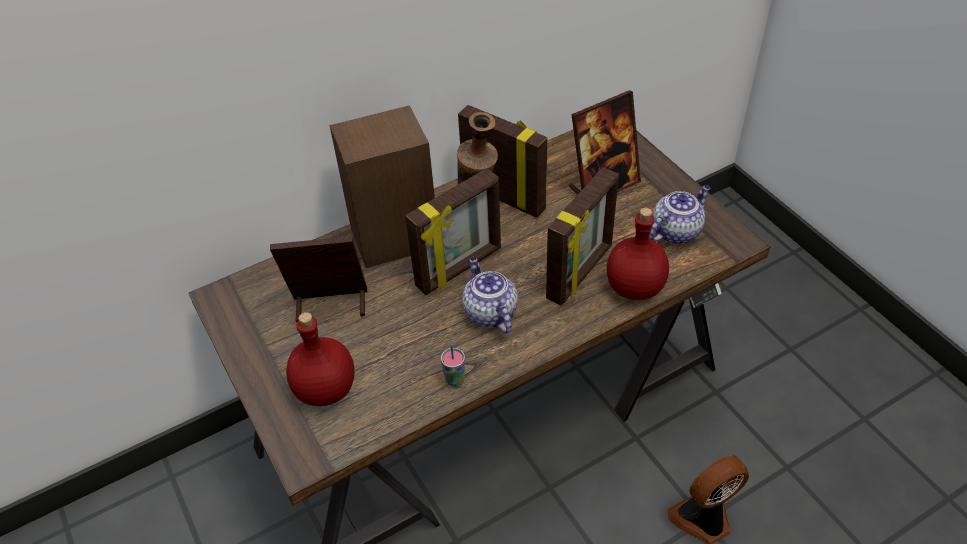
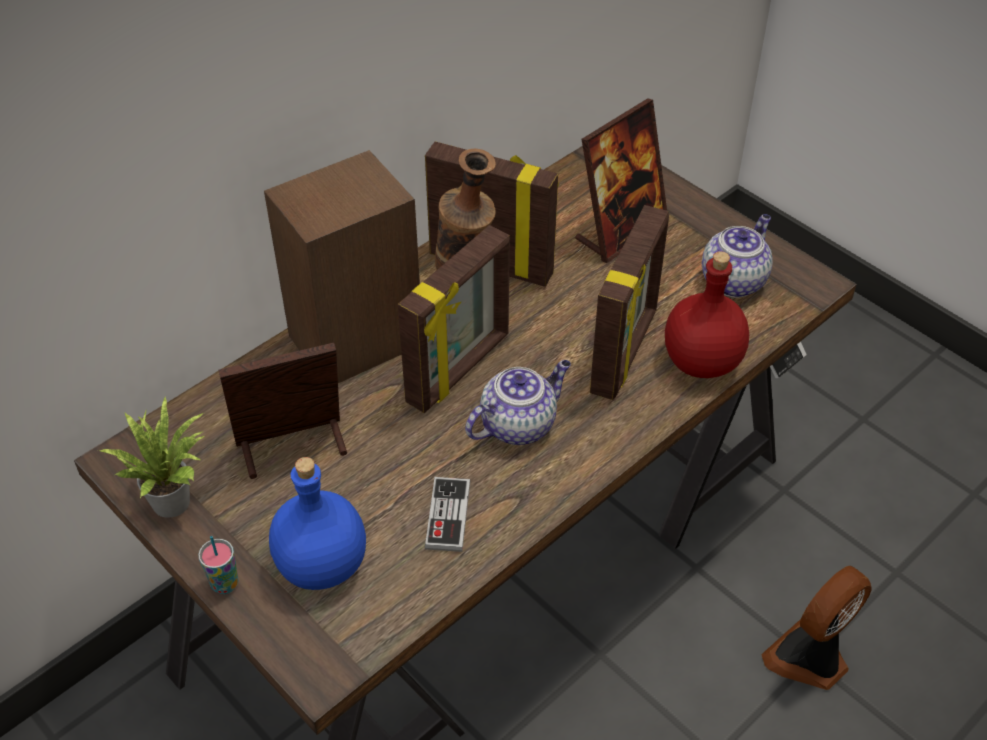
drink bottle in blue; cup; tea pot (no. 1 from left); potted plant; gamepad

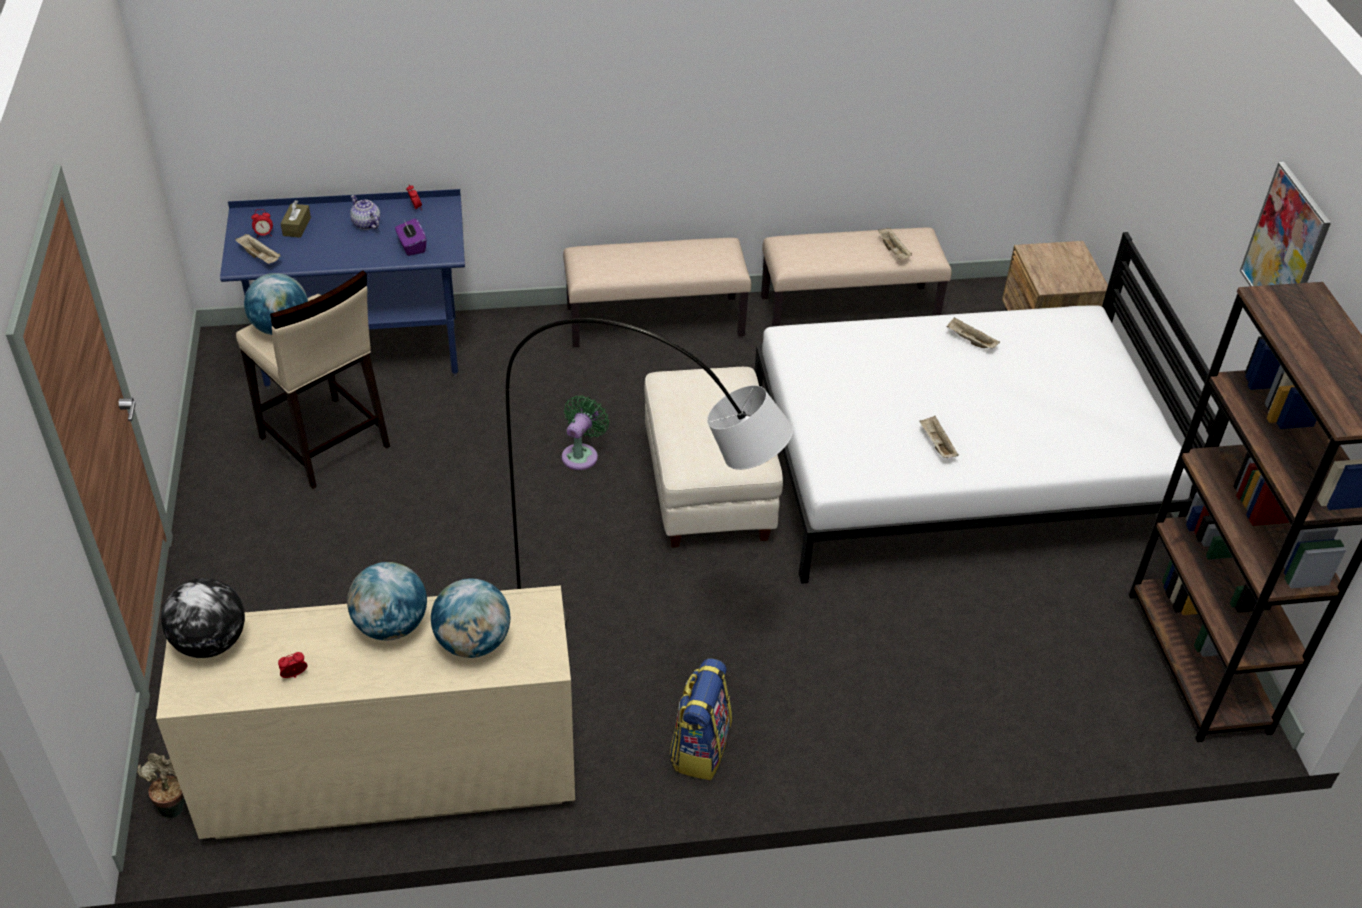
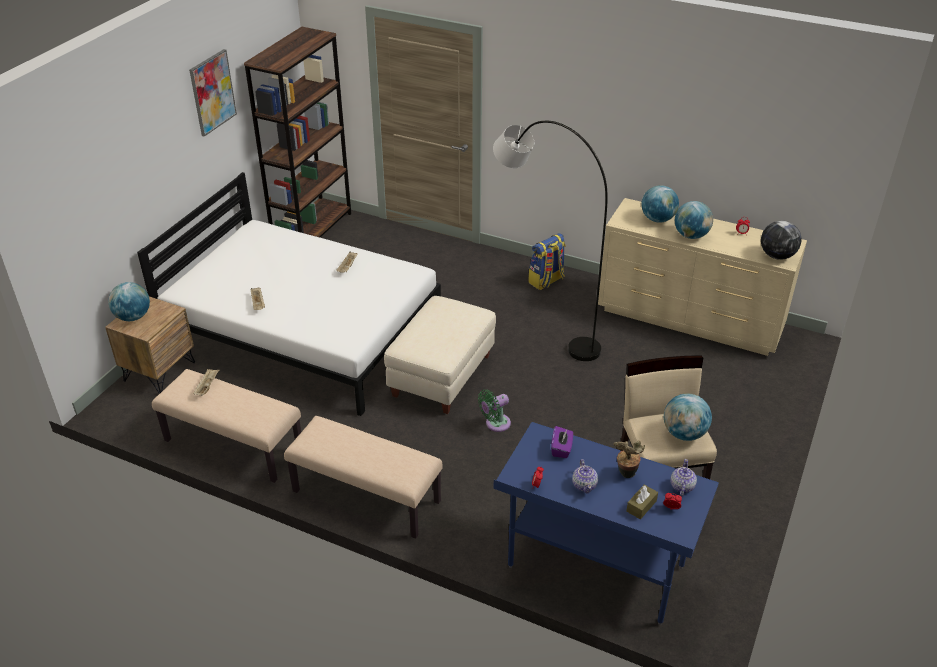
potted plant; tea pot (no. 2 from left); world globe (no. 1 from left)

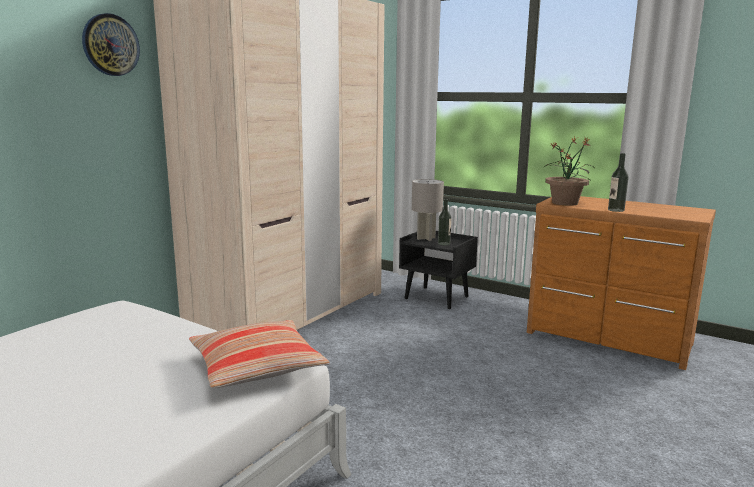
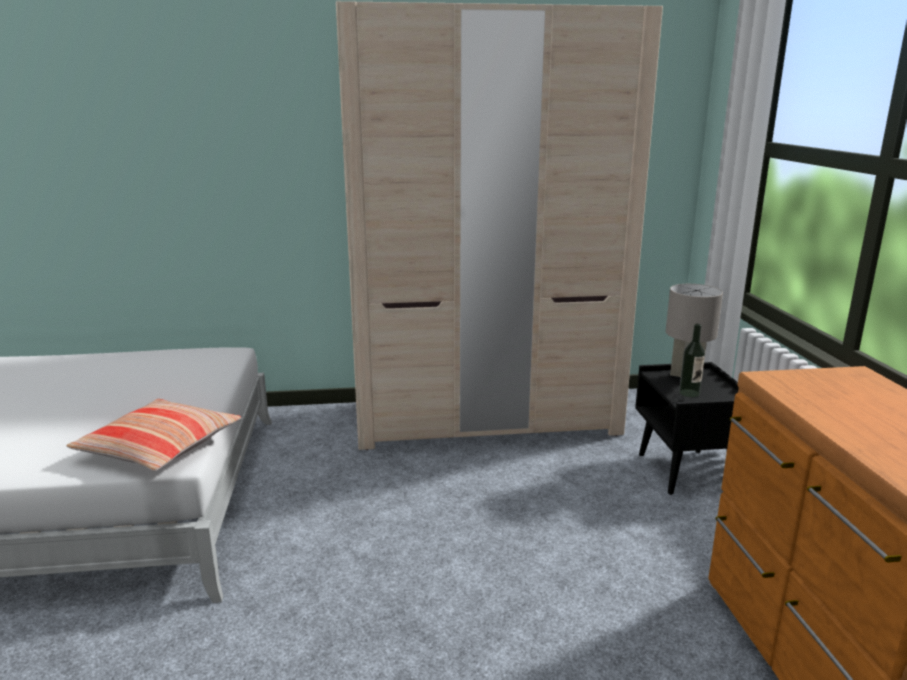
hanging clock; potted plant; drink bottle (no. 2 from left in the first image)

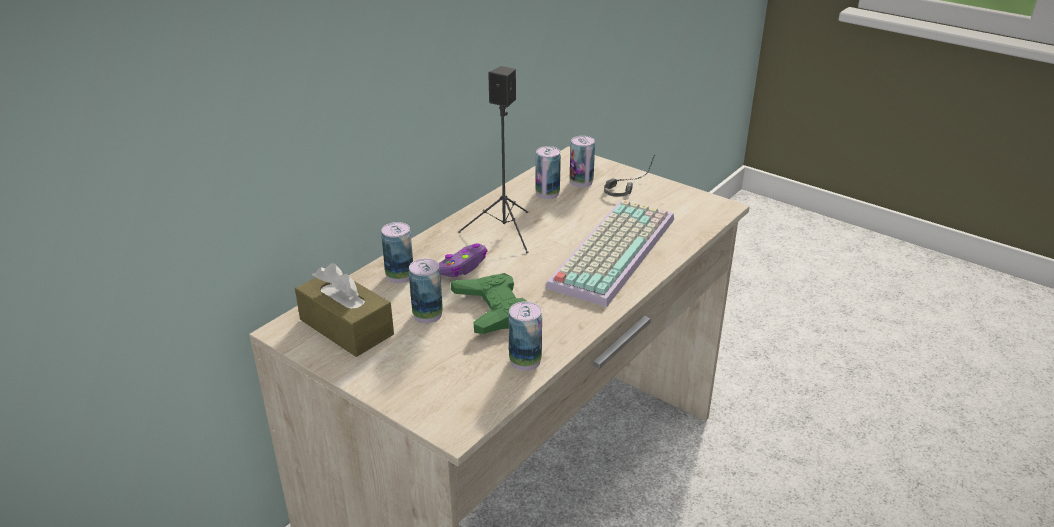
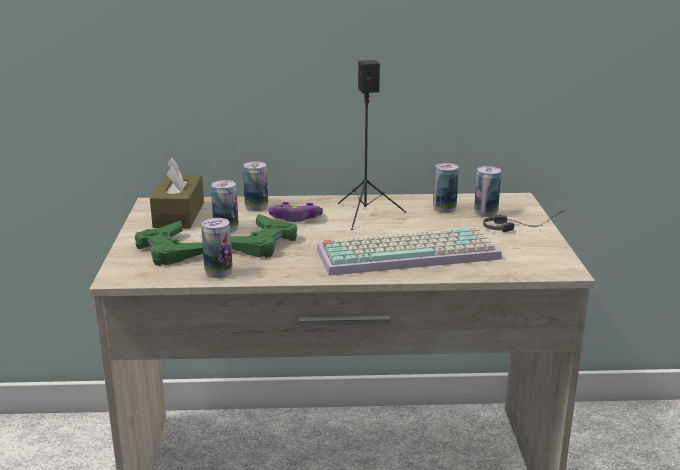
gamepad in green (no. 1 from left)

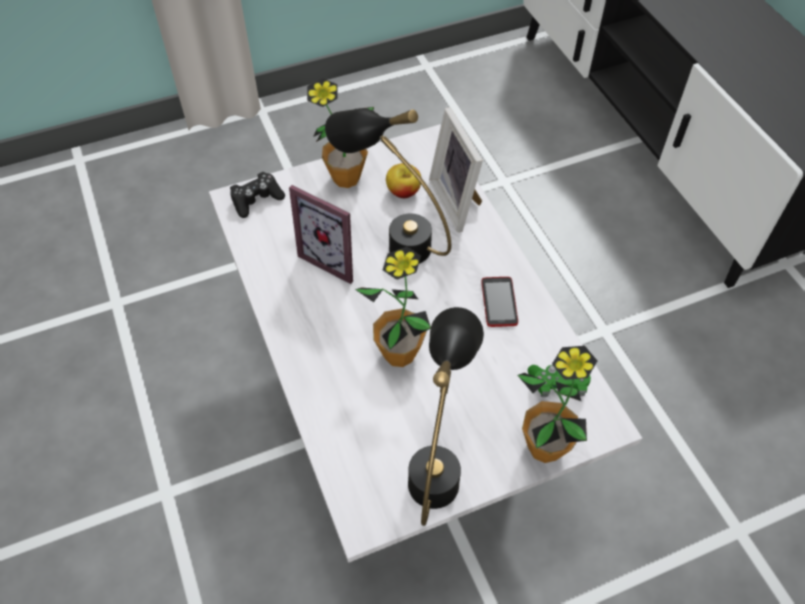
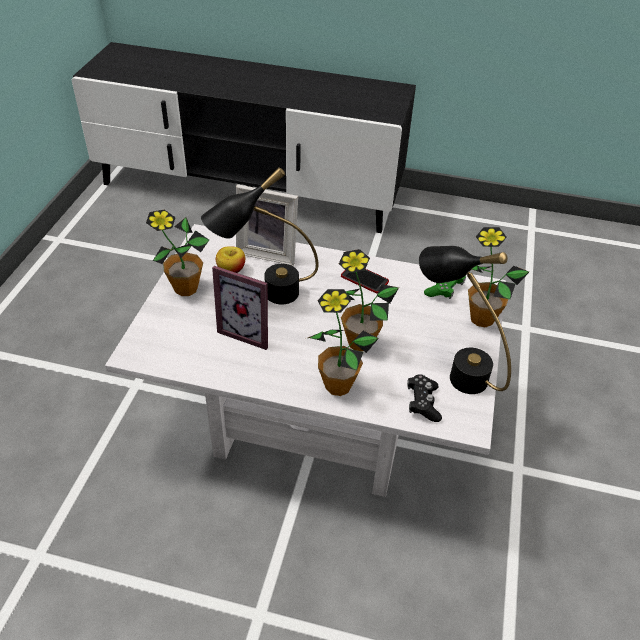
gamepad in black; standing frame (no. 1 from left); potted plant (no. 2 from left)

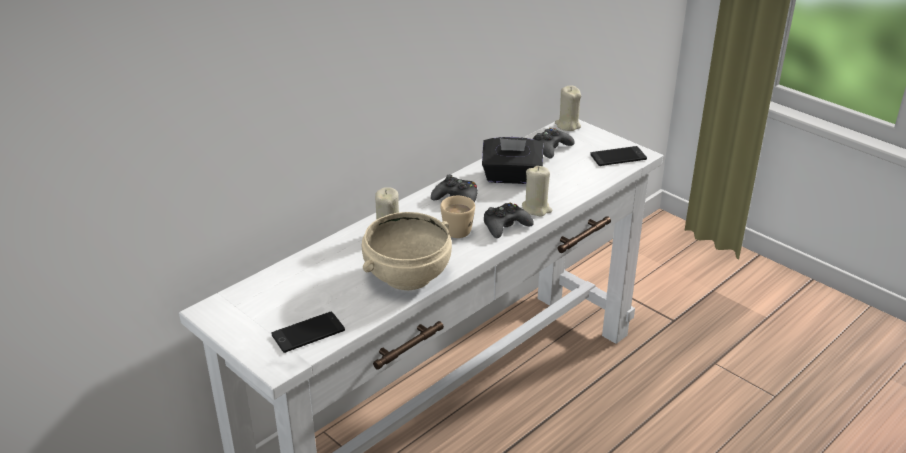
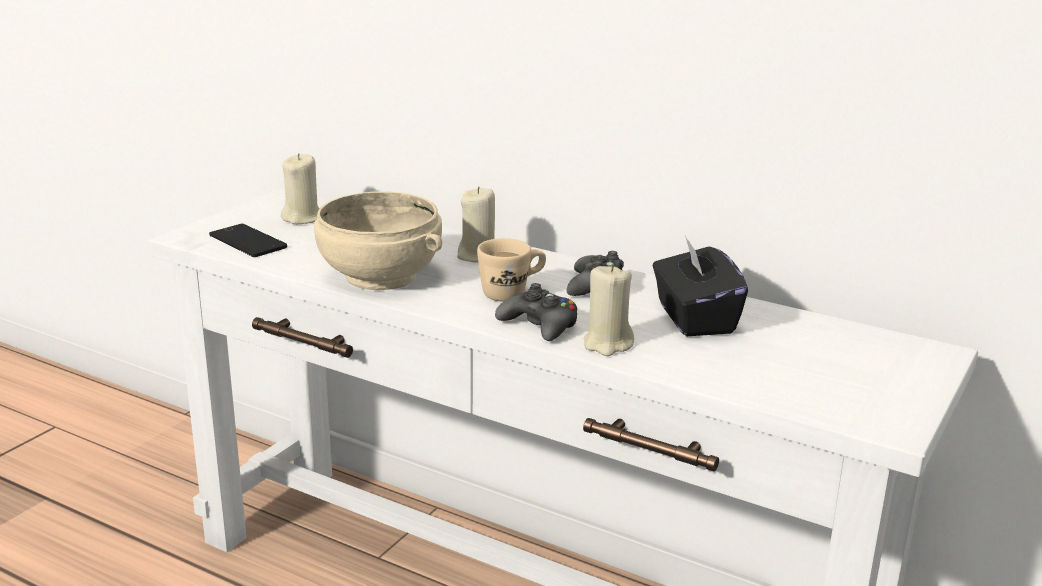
gamepad in black (no. 3 from left in the first image); candle in sand-coloured (no. 1 from left); telephone (no. 2 from left in the first image)

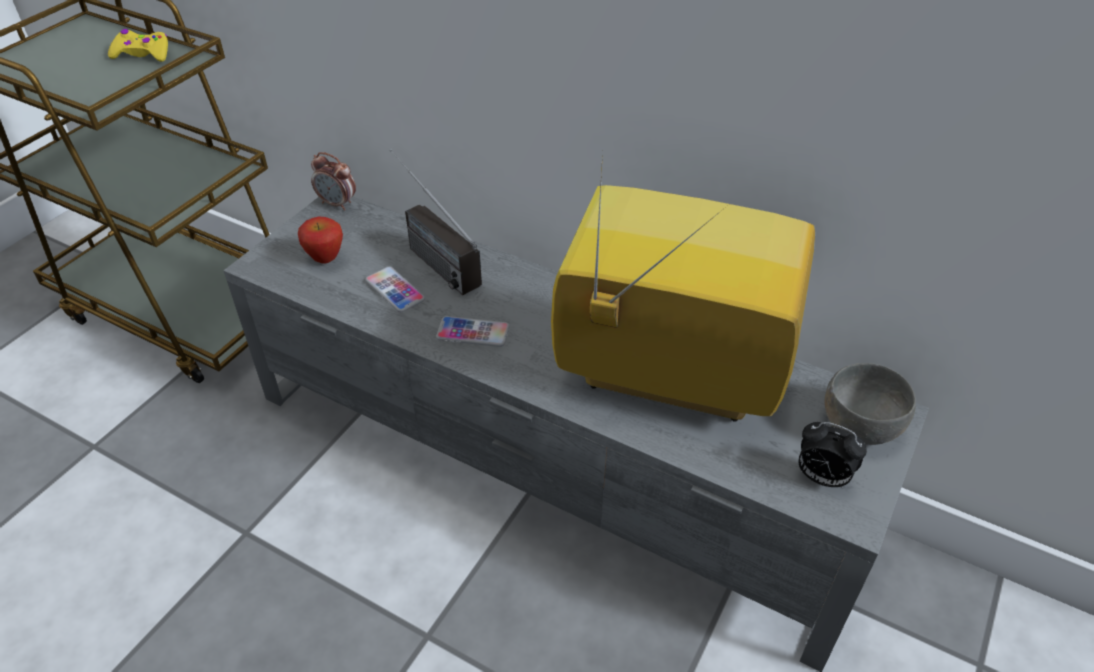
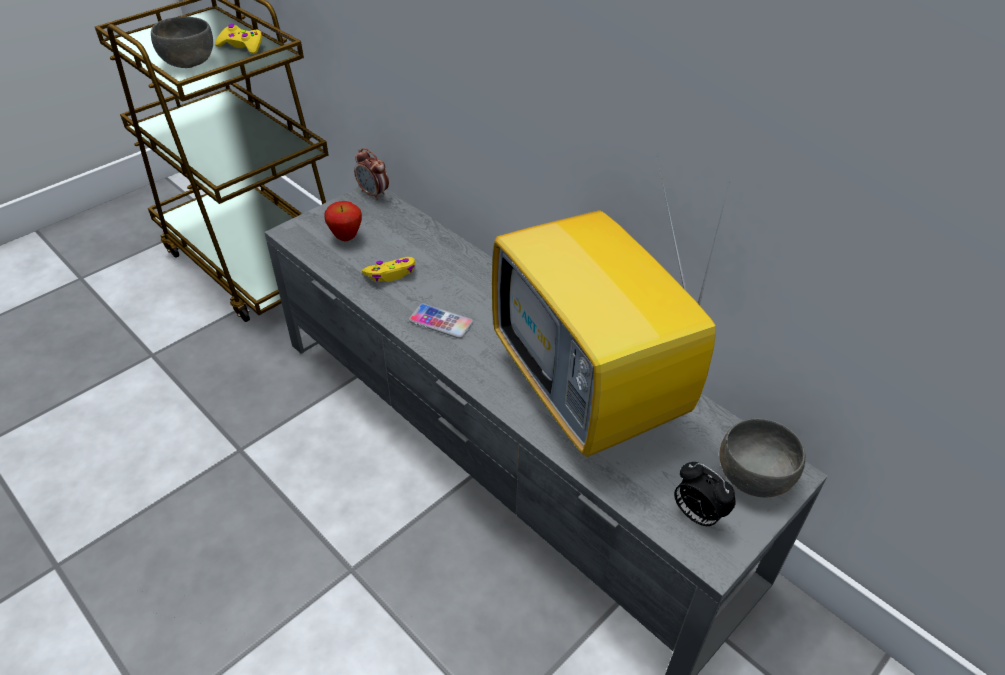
gamepad in yellowish (no. 2 from left); radio set; TV; serving bowl in grey (no. 1 from left)

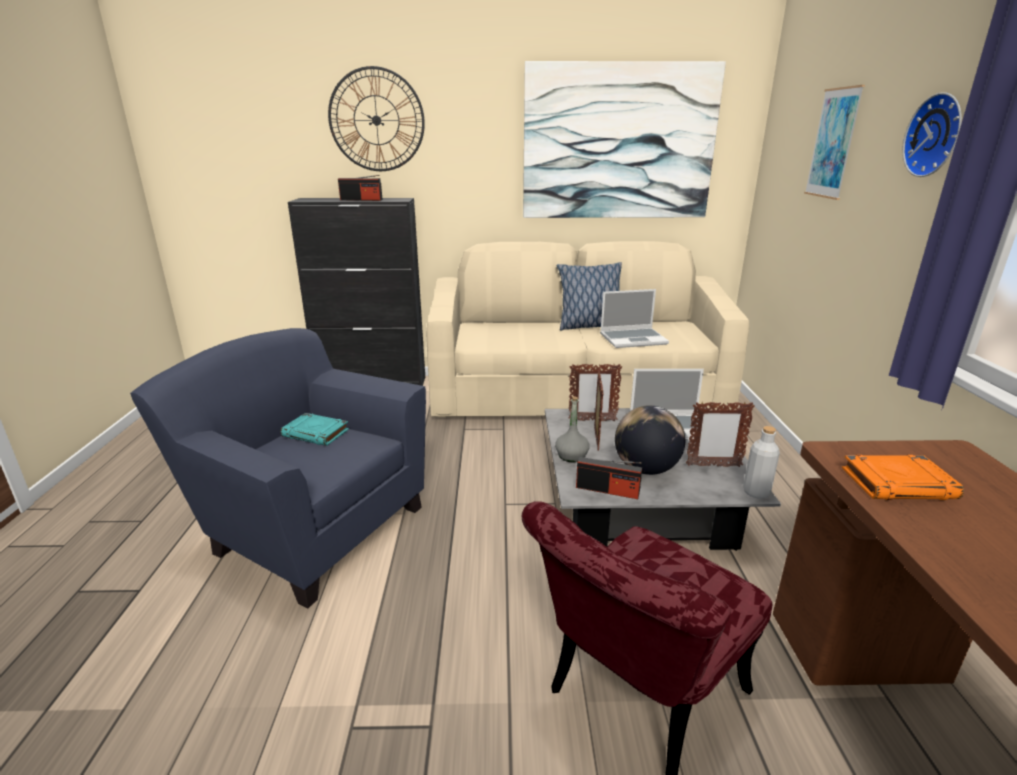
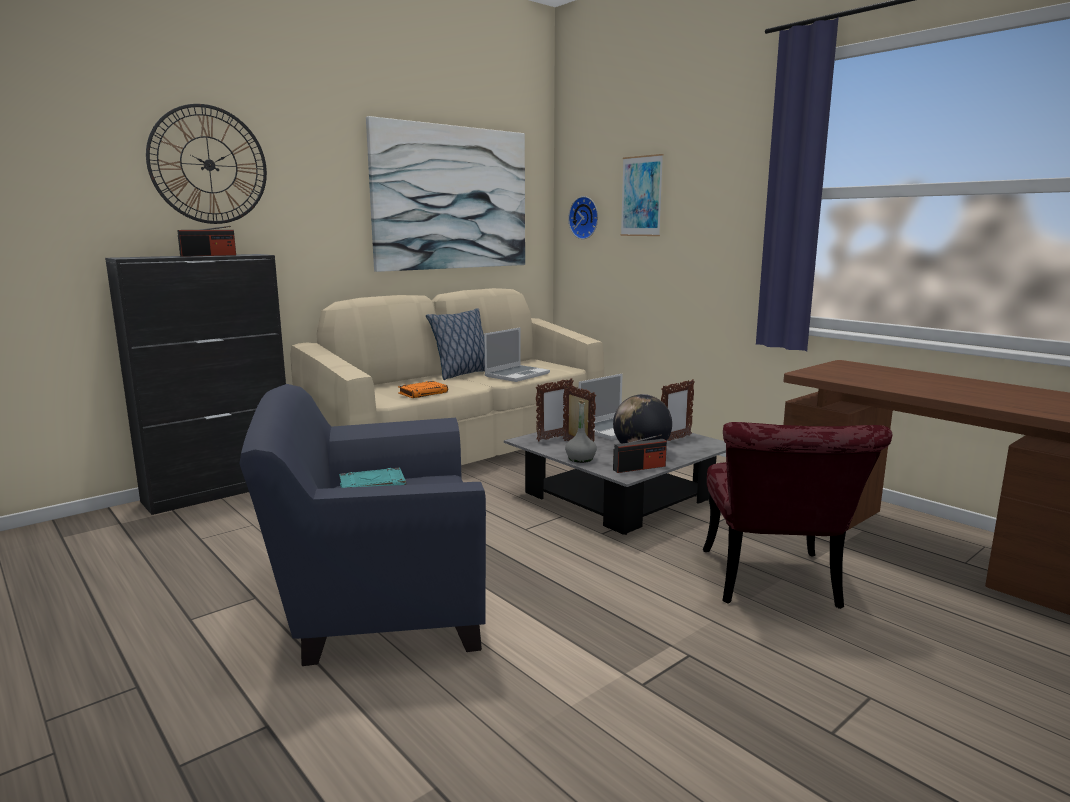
drink bottle in grey (no. 2 from left in the first image); volume in orangey; hanging clock (no. 2 from left)

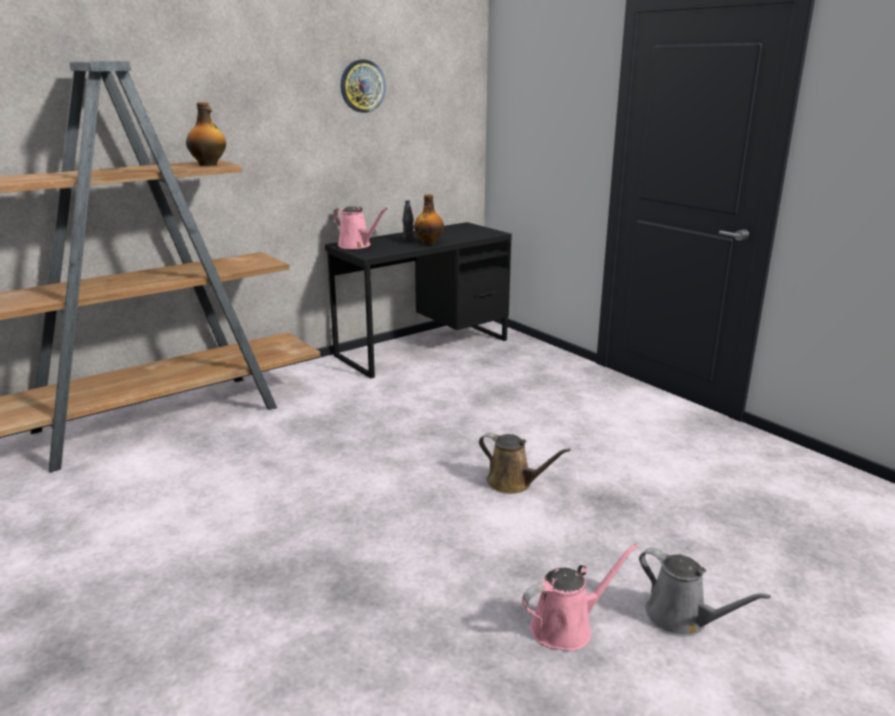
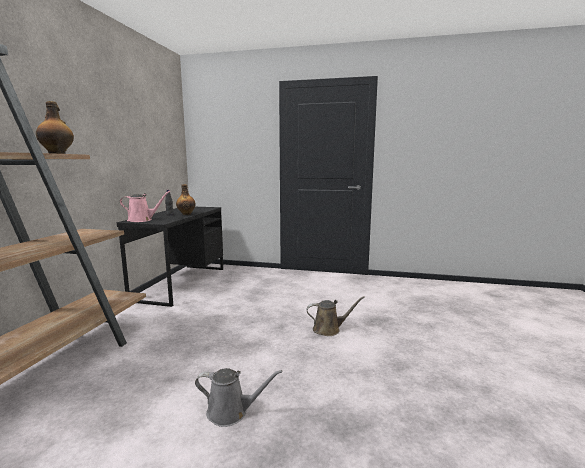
hanging clock; watering pot in pinkish (no. 2 from left in the first image); watering pot in grey

